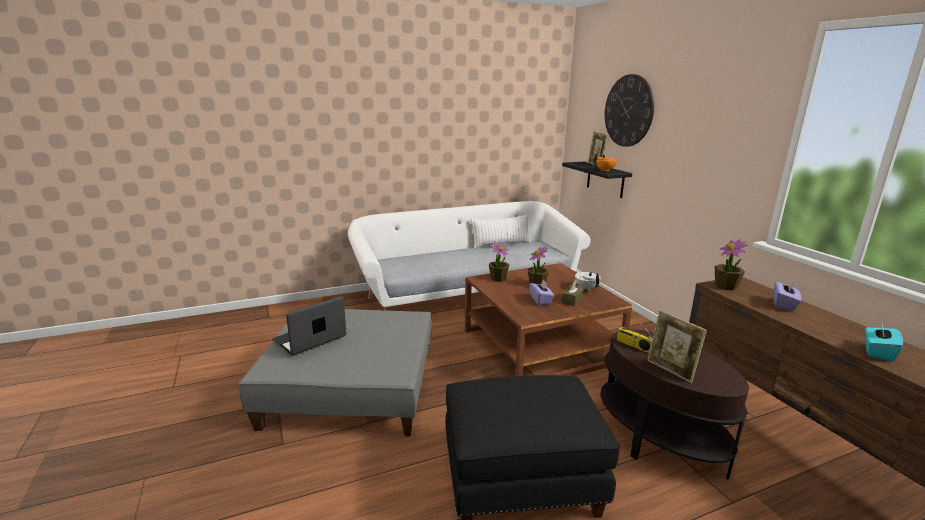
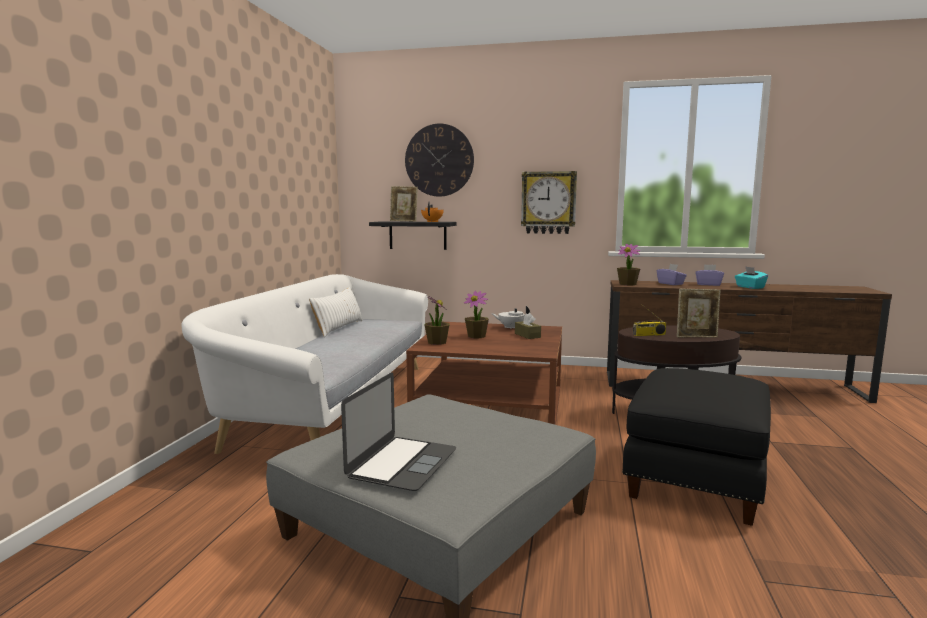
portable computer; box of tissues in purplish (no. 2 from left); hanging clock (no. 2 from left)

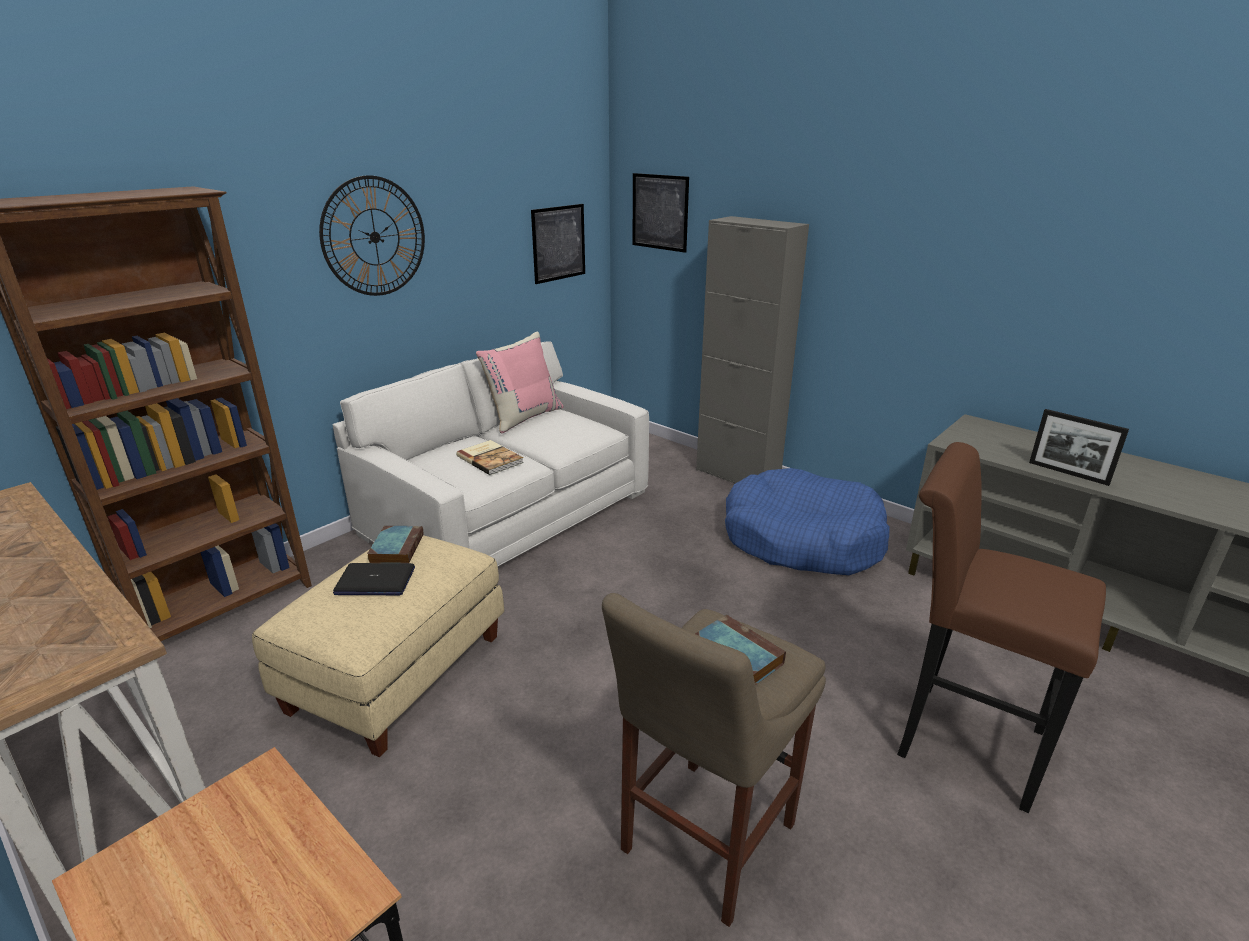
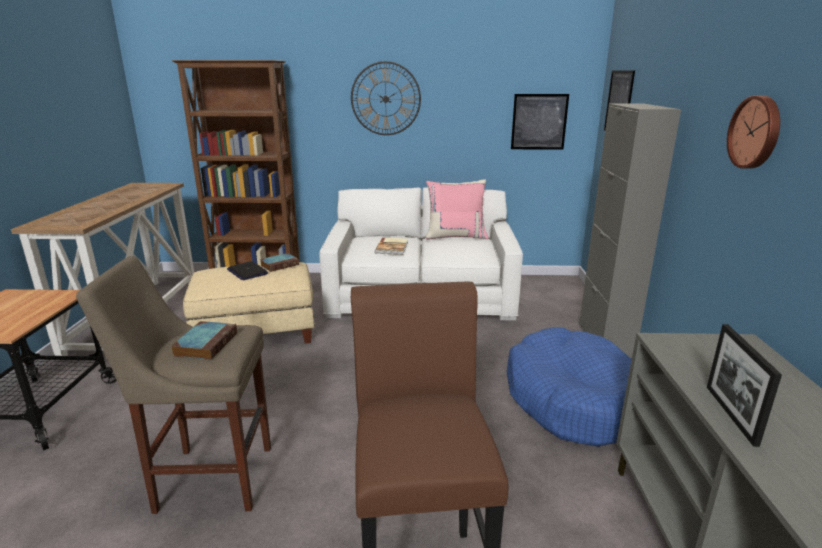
hanging clock (no. 2 from left)

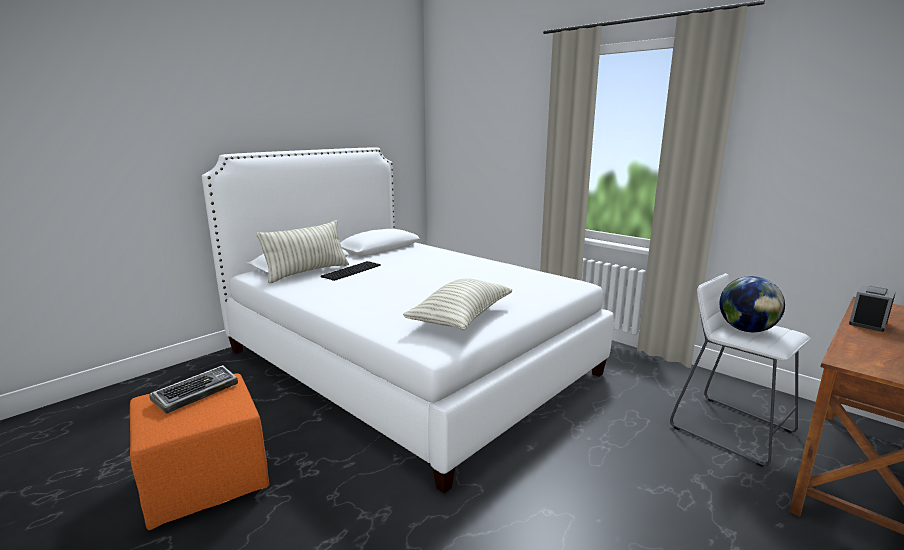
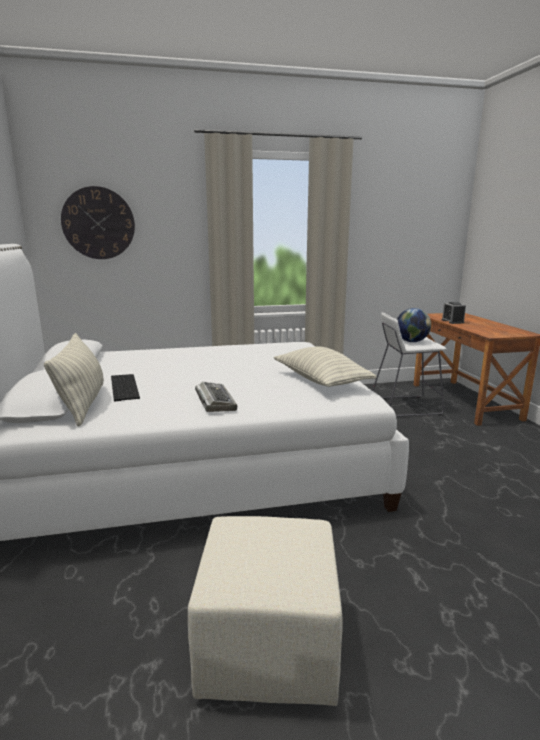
footrest in sand-coloured; computer keyboard (no. 2 from left); hanging clock

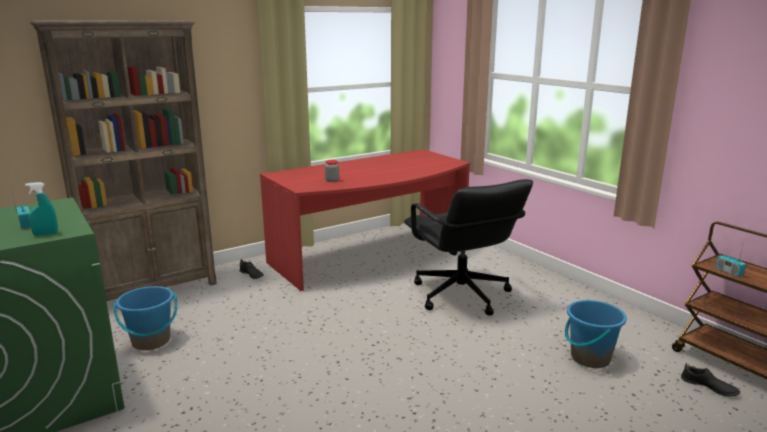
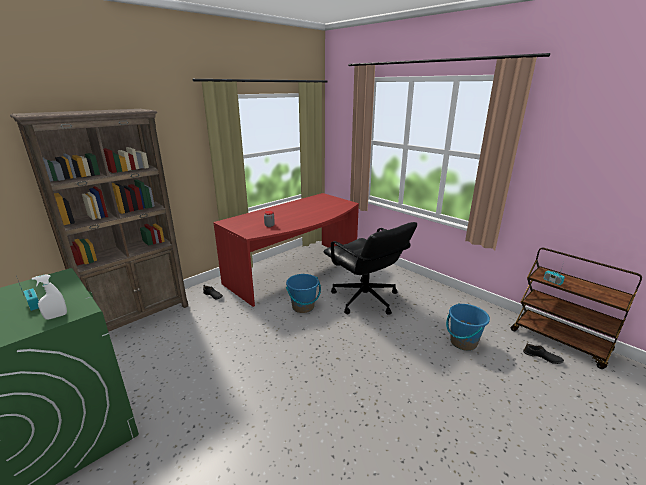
spray bottle in white-coloured; water bucket in blue (no. 1 from left)

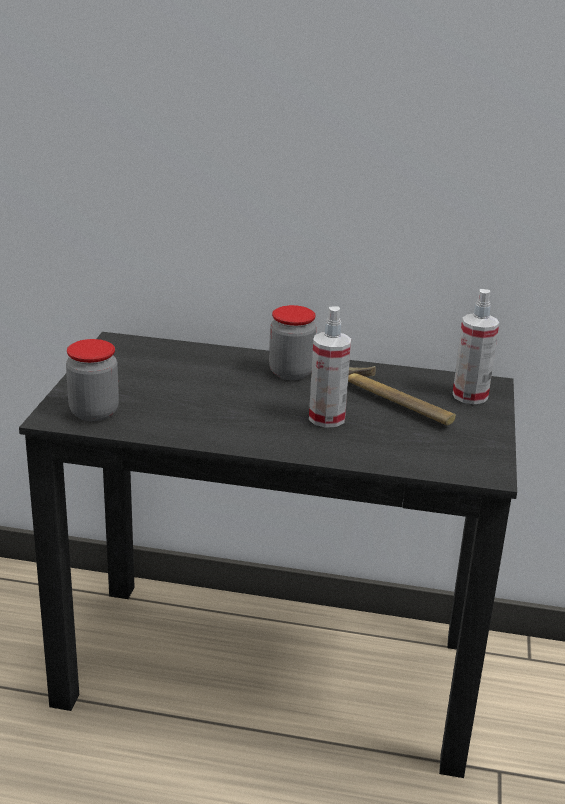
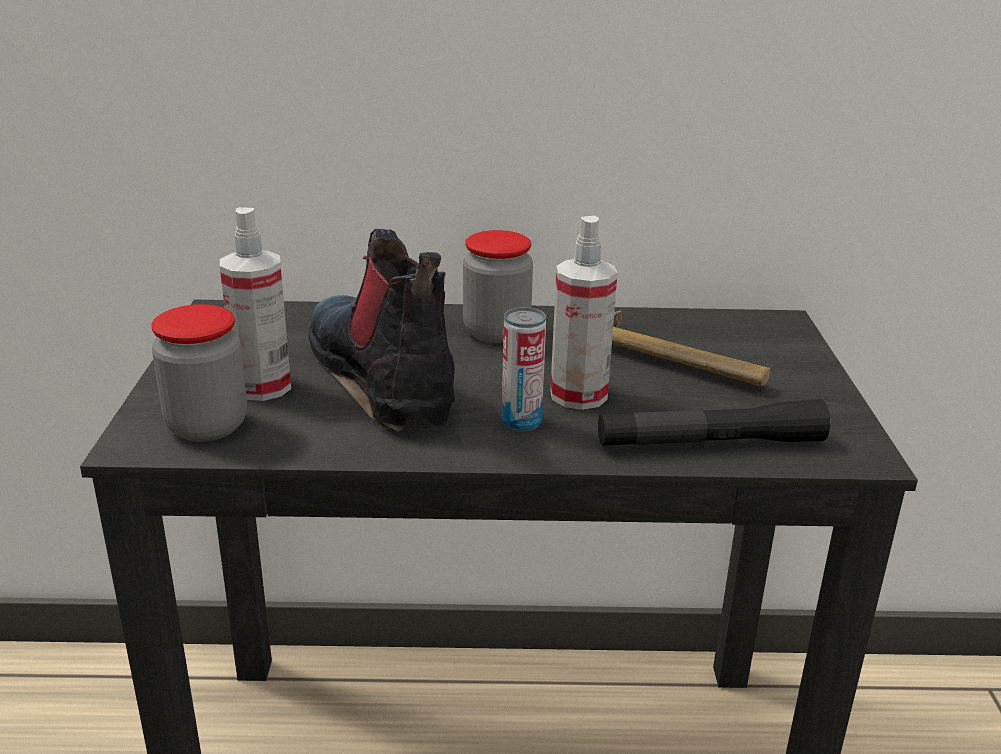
spray bottle (no. 1 from left); high-top boot; metal can; flashlight in black

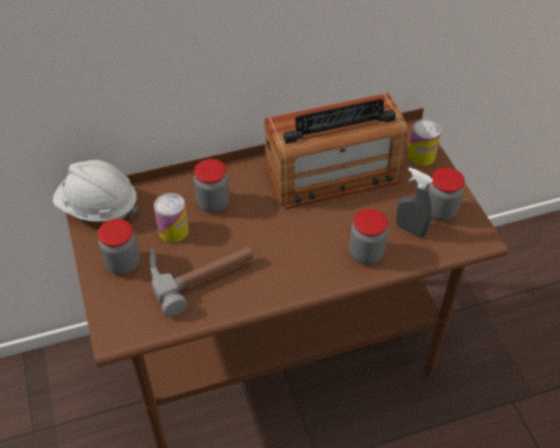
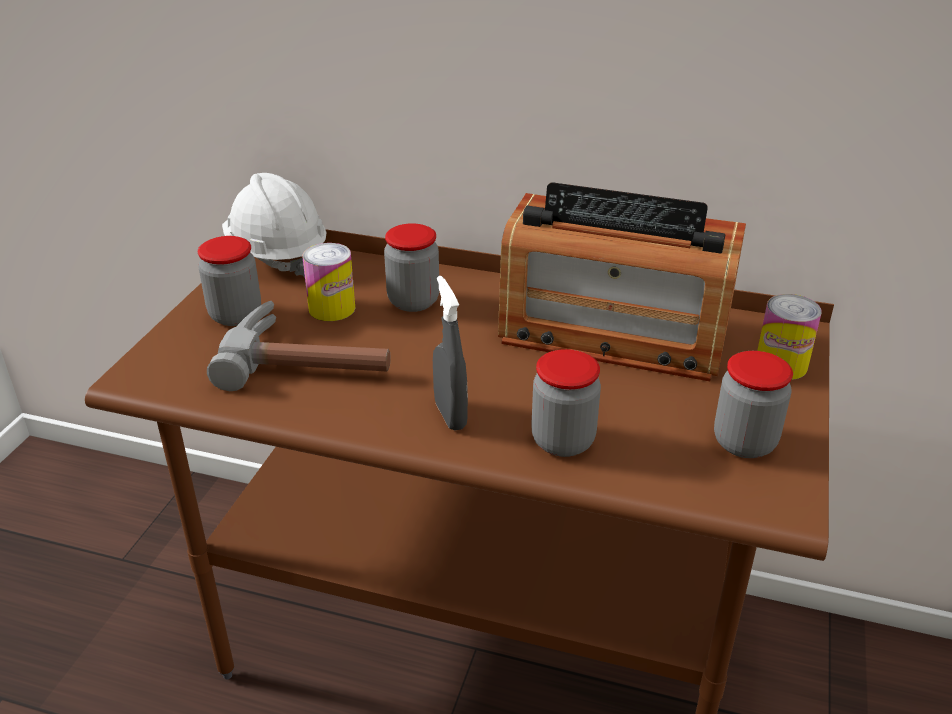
spray bottle in grey

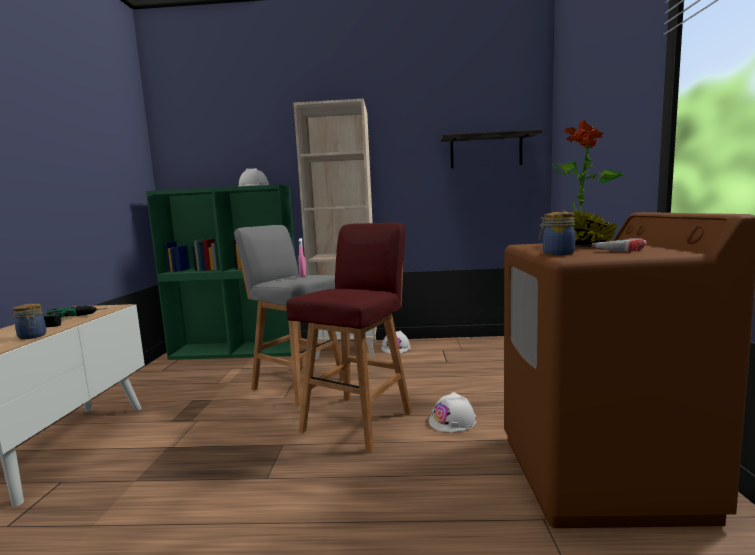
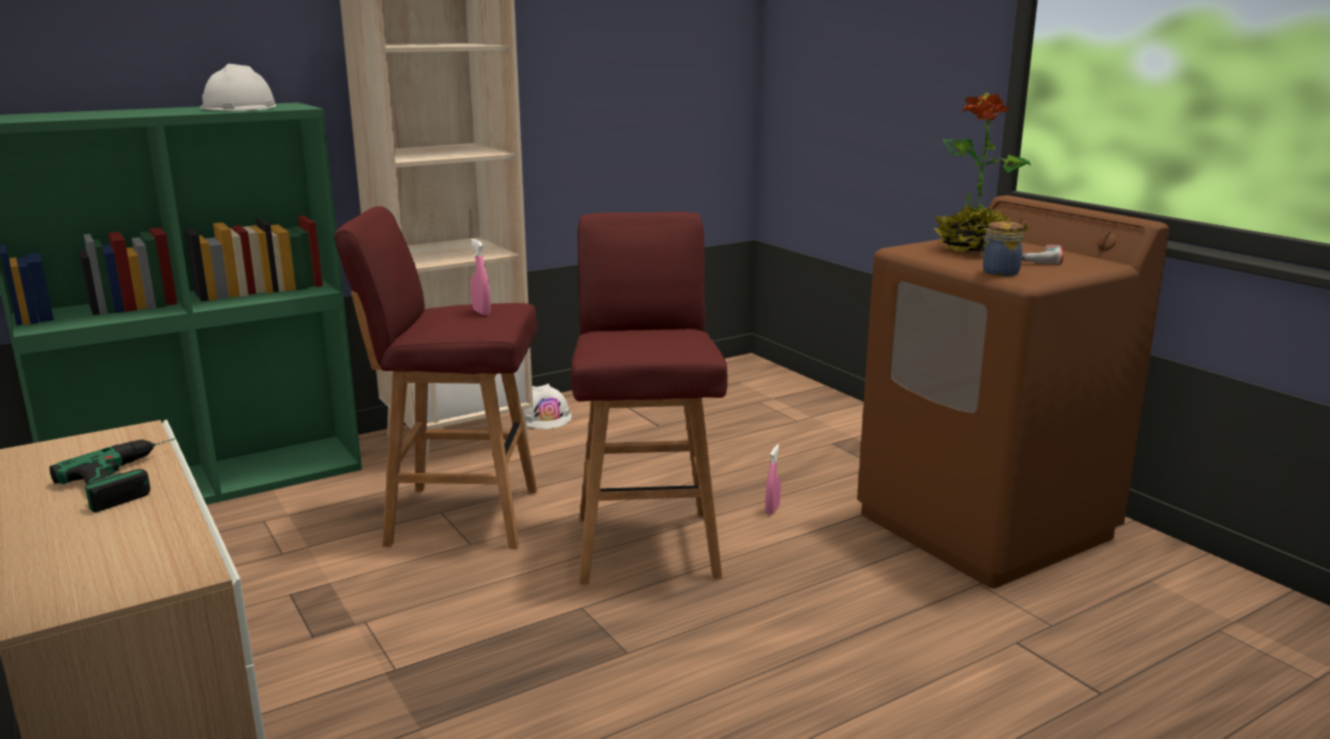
jar (no. 1 from left in the first image); stool in red-coloured (no. 1 from left); spray bottle in pinkish (no. 2 from left); wall shelf

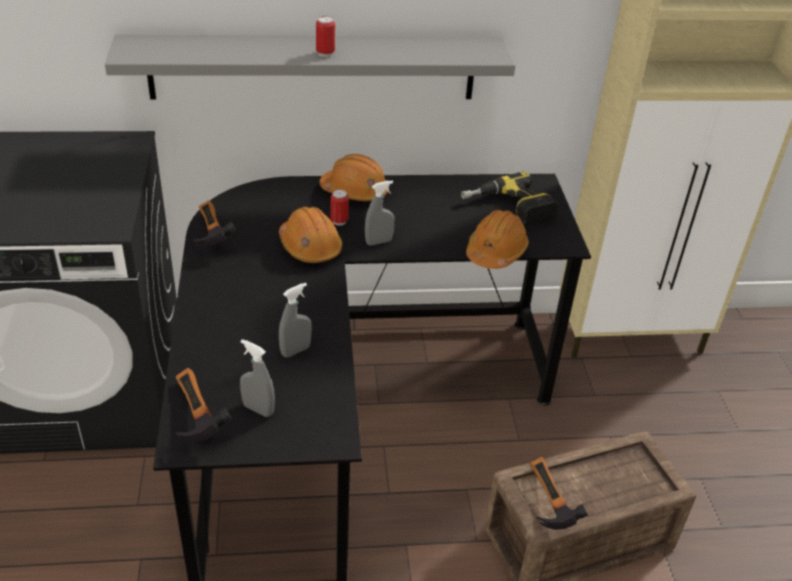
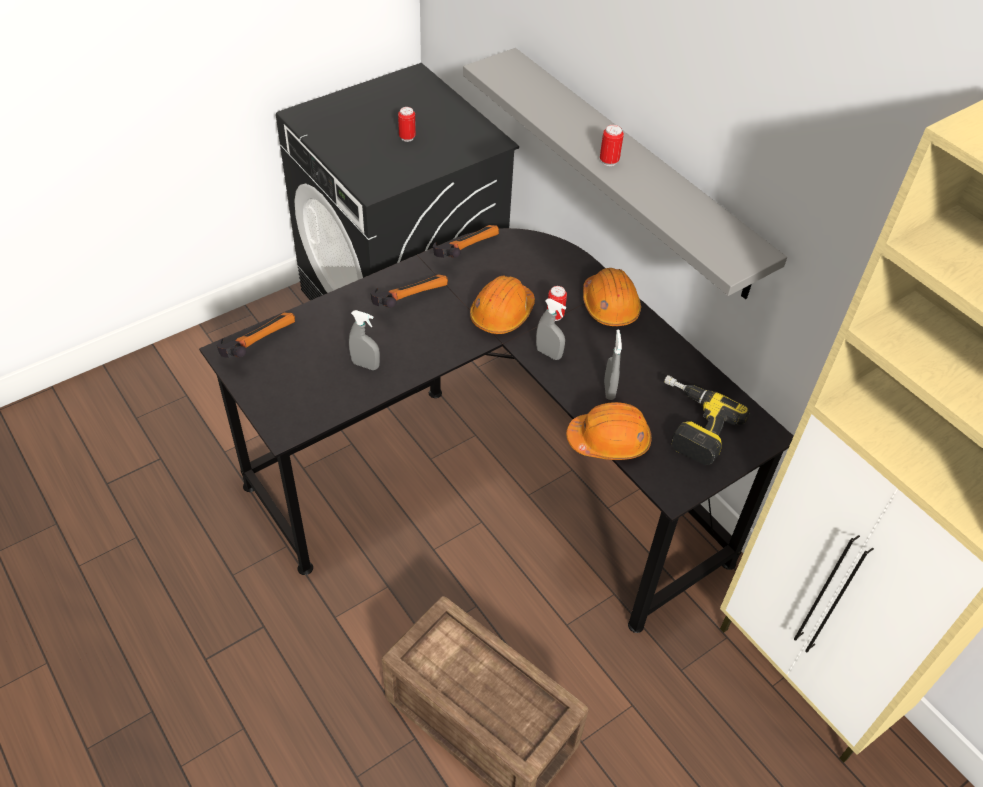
spray bottle in grey (no. 3 from left); tool hammer (no. 2 from left); metal can (no. 1 from left)

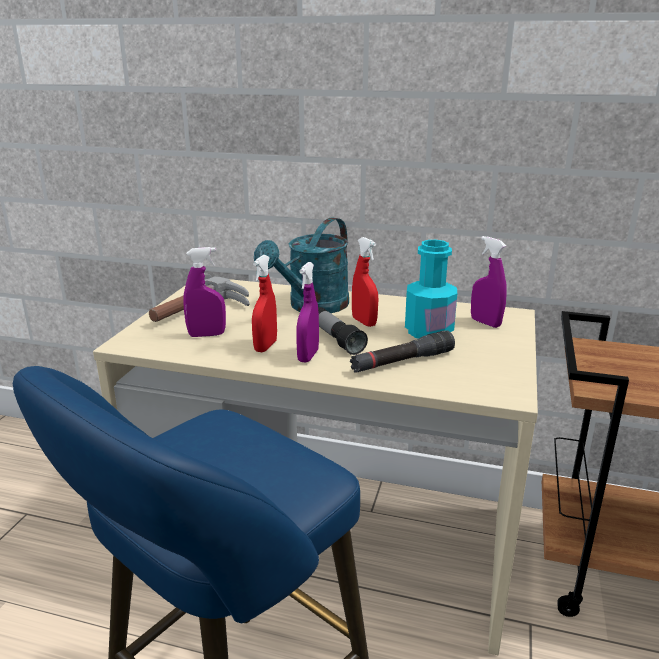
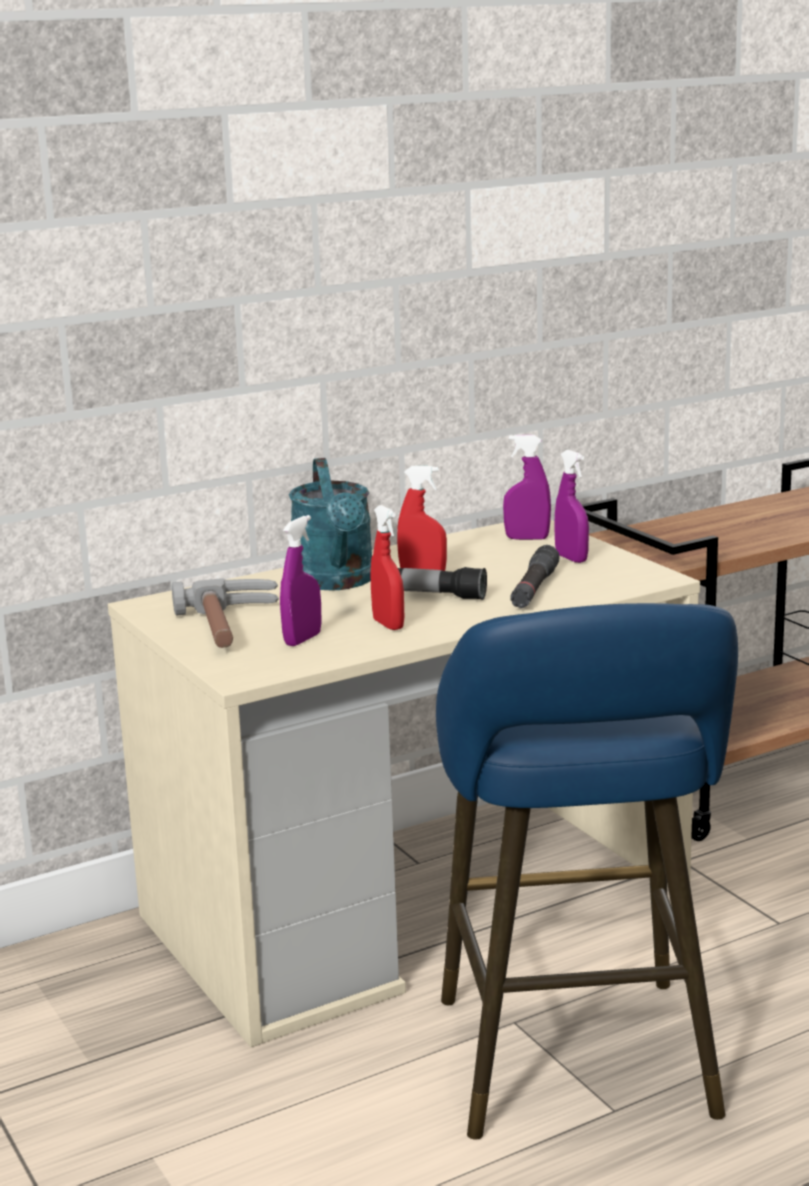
spray bottle in purplish (no. 3 from left); drink bottle in turquoise

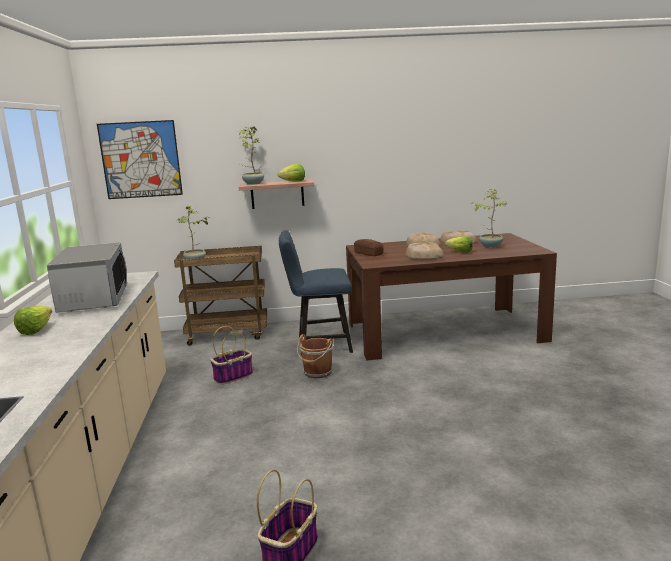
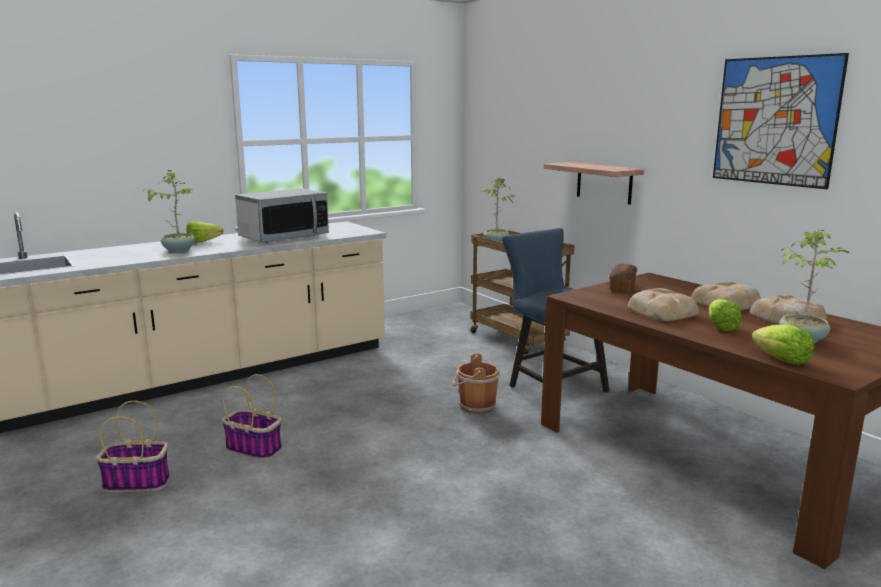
picture; household basket (no. 2 from left); potted plant (no. 1 from left); lettuce head (no. 3 from left)

